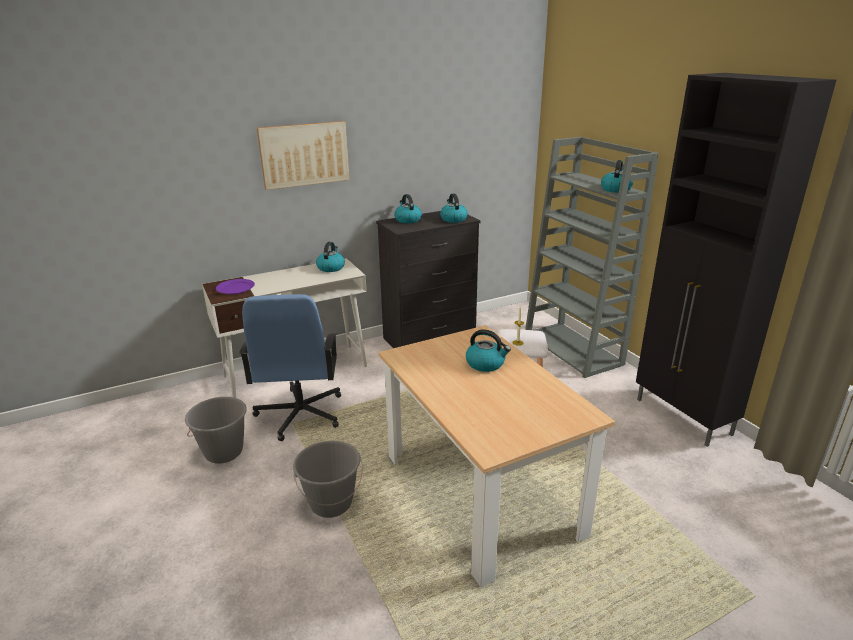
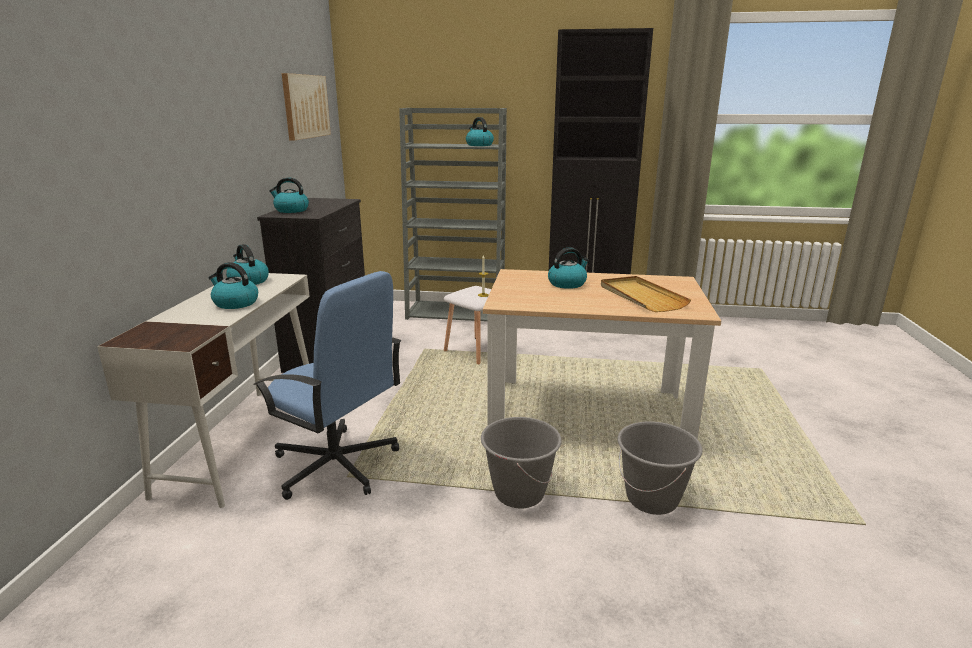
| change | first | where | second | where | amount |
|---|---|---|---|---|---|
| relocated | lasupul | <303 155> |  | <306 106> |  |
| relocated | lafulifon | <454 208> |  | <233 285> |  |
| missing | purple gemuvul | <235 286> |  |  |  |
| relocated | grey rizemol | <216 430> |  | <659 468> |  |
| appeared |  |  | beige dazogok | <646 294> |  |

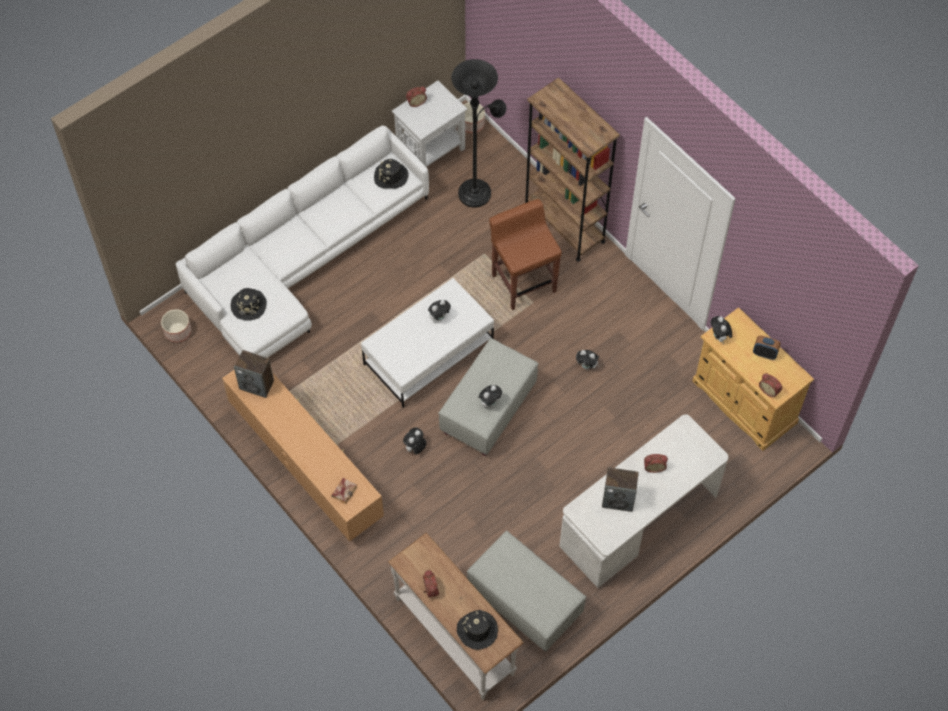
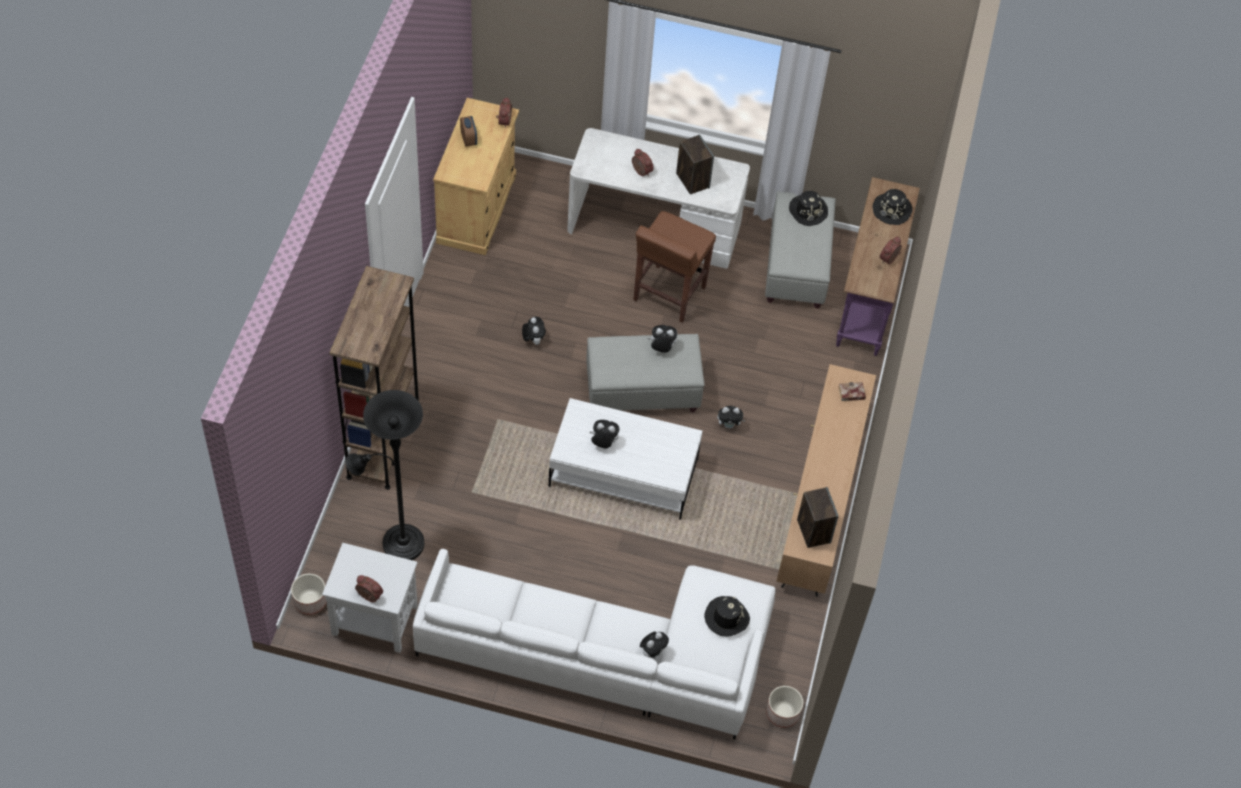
| change | first | where | second | where | amount |
|---|---|---|---|---|---|
| relocated | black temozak | <391 174> |  | <808 208> |  |
| relocated | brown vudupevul | <525 254> |  | <674 267> |  |
| relocated | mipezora | <721 330> |  | <654 645> |  |
| colour | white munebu | <456 616> | purple munebu | <878 266> |  |

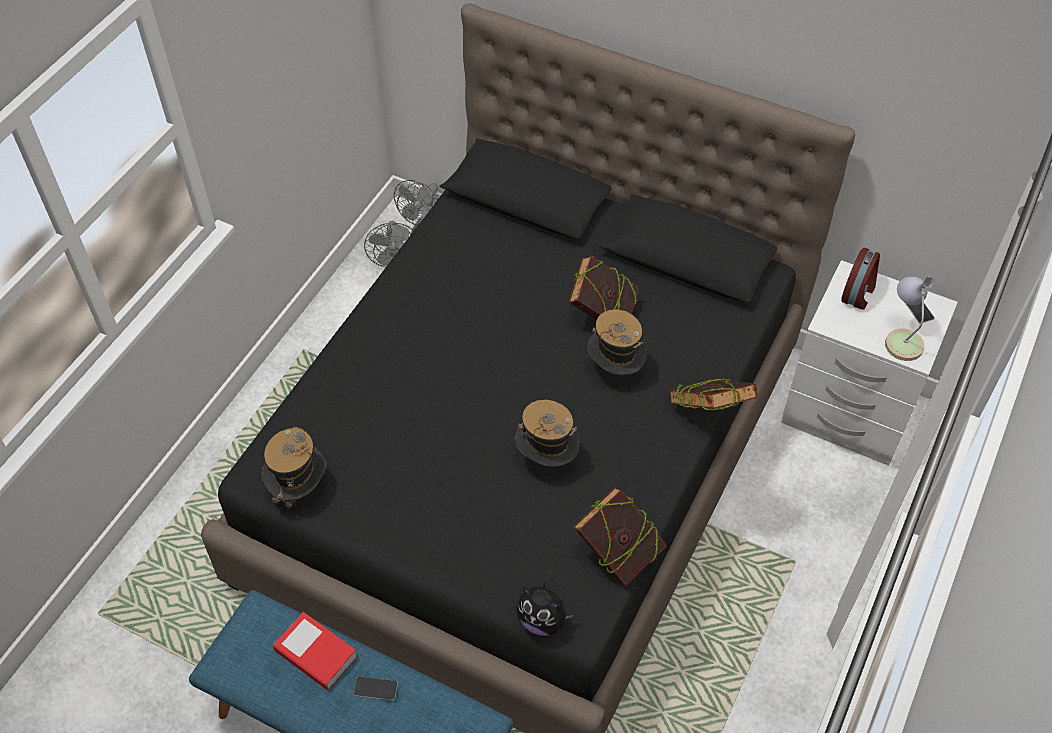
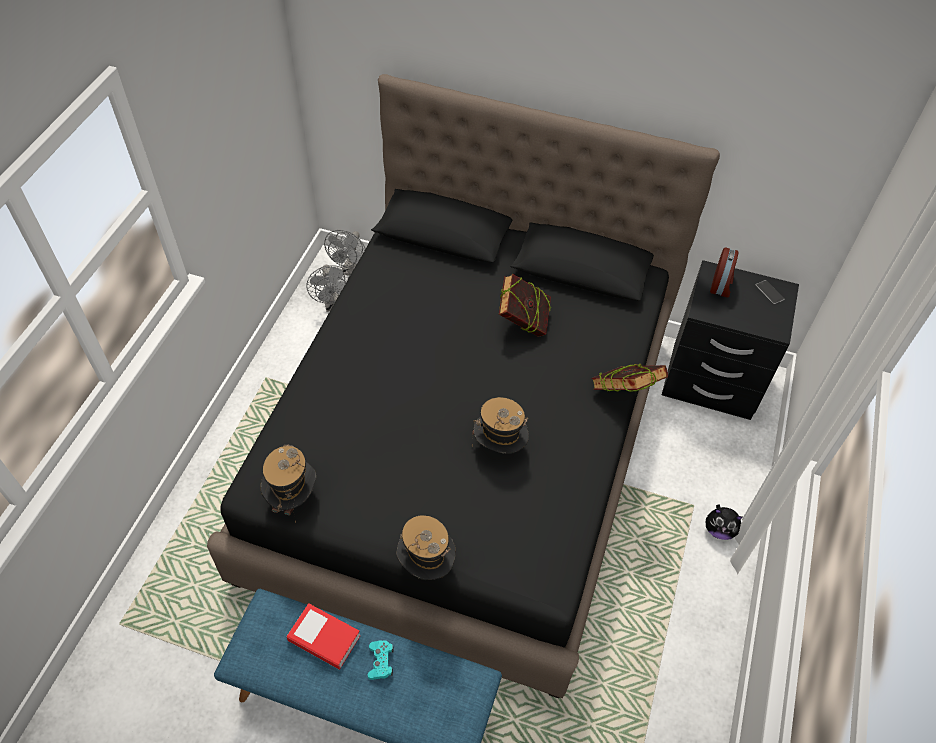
| change | first | where | second | where | amount |
|---|---|---|---|---|---|
| colour | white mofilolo | <869 363> | black mofilolo | <730 340> |  |
| missing | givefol | <909 319> |  |  |  |
| relocated | temozak | <617 342> |  | <426 547> |  |
| missing | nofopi | <620 536> |  |  |  |
| relocated | mipezora | <545 609> |  | <724 522> |  |
| exchanged | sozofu | <375 688> | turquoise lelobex | <381 660> |  |

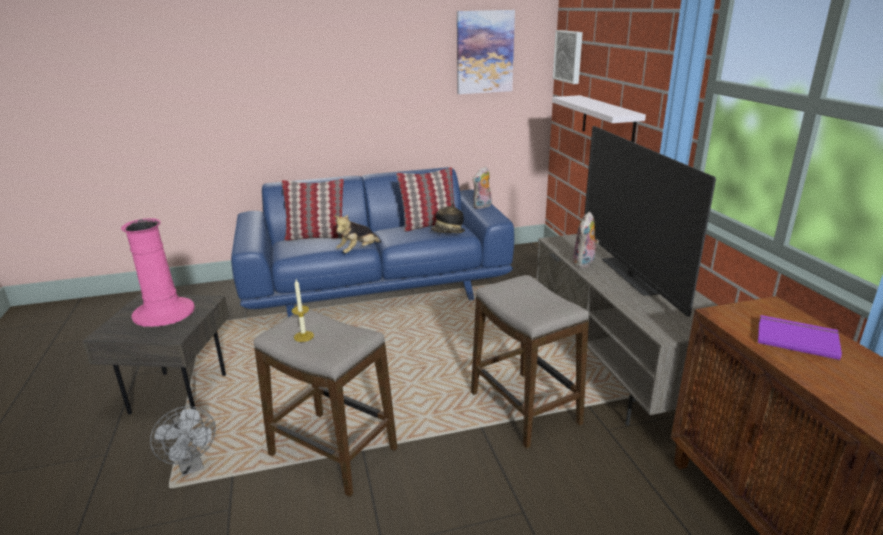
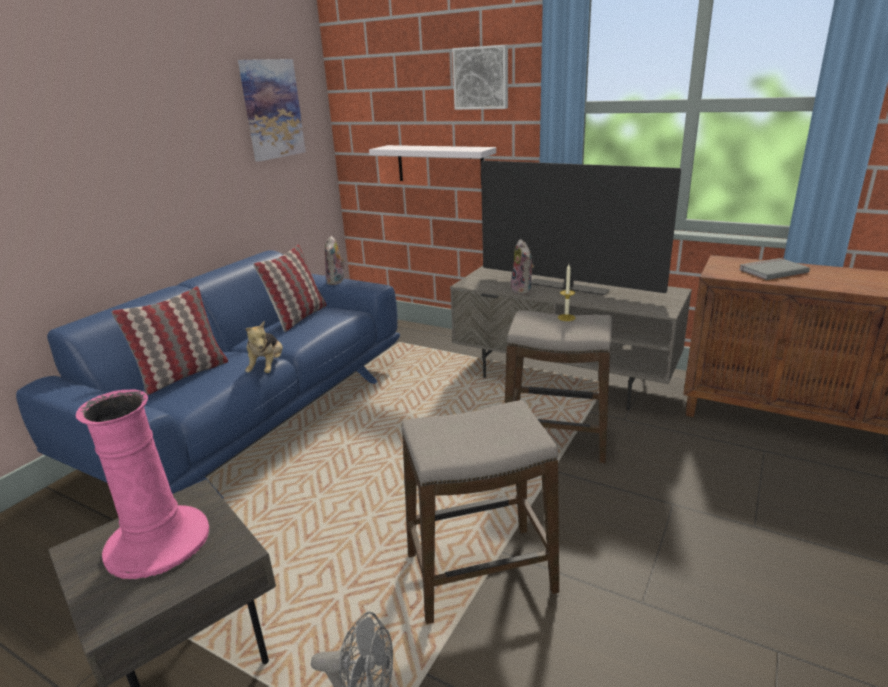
| change | first | where | second | where | amount |
|---|---|---|---|---|---|
| relocated | lasupul | <568 57> |  | <480 77> |  |
| missing | temozak | <448 218> |  |  |  |
| relocated | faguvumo | <303 310> |  | <566 292> |  |
| colour | purple nofopi | <800 337> | grey nofopi | <774 269> |  |

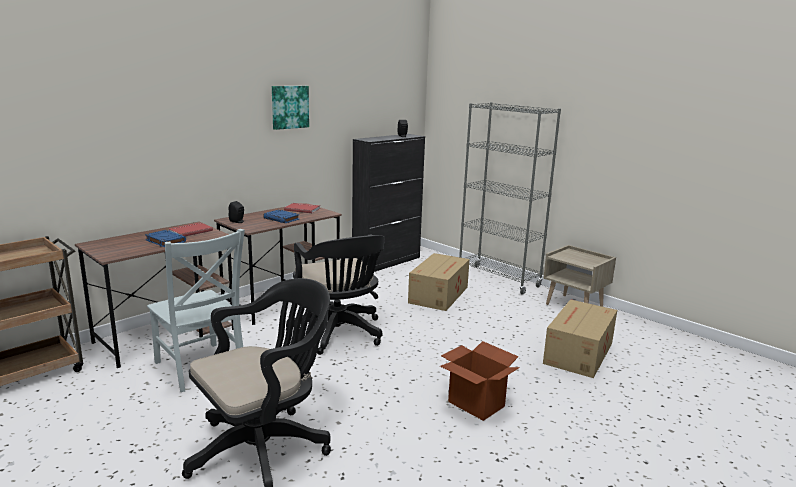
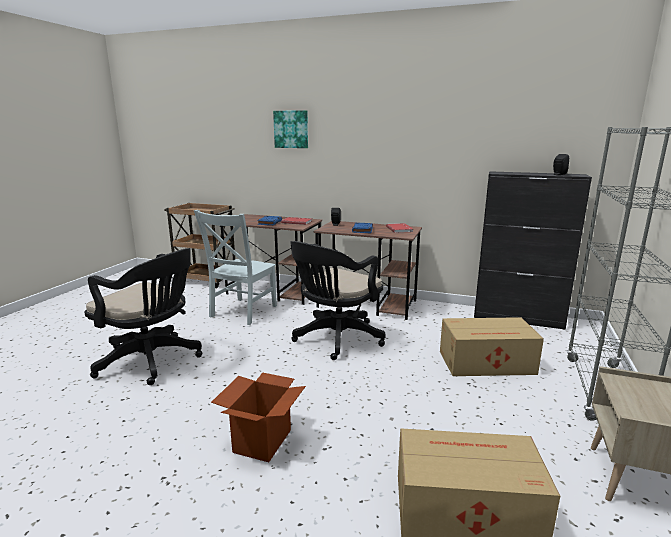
| change | first | where | second | where | amount |
|---|---|---|---|---|---|
| relocated | lasupul | <290 108> |  | <290 129> |  |

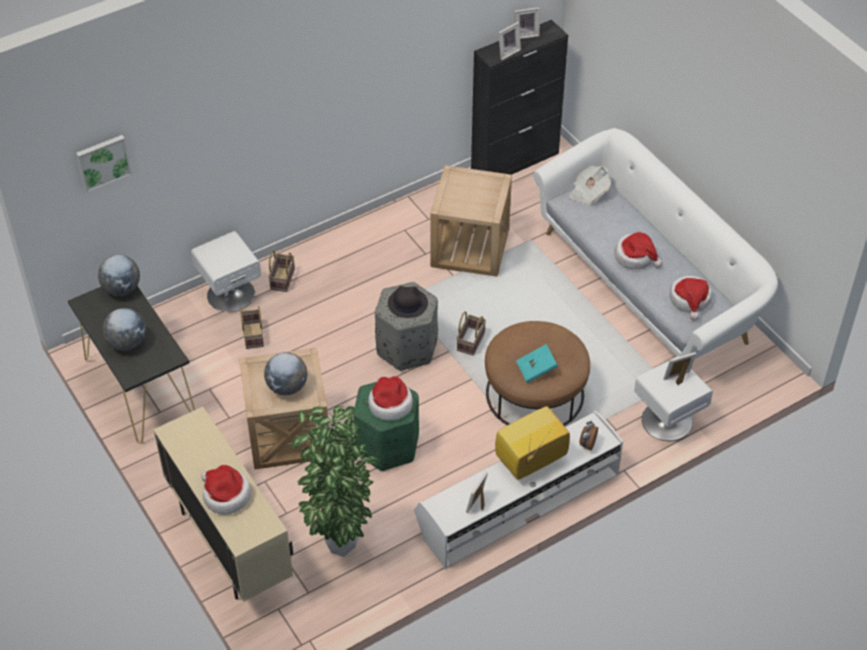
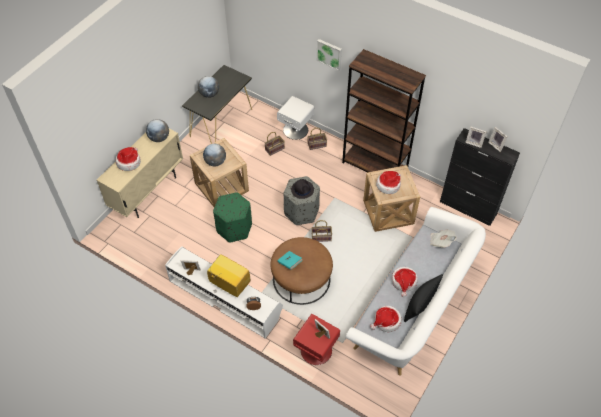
| change | first | where | second | where | amount |
|---|---|---|---|---|---|
| relocated | lasupul | <104 164> |  | <329 55> |  |
| relocated | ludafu | <119 275> |  | <157 130> |  |
| colour | white mofilolo | <673 398> | red mofilolo | <316 339> |  |
| relocated | temozak | <390 398> |  | <388 182> |  |
| missing | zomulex | <335 481> |  |  |  |
| appeared |  |  | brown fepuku | <384 110> |  |
| appeared |  |  | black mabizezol | <423 298> |  |

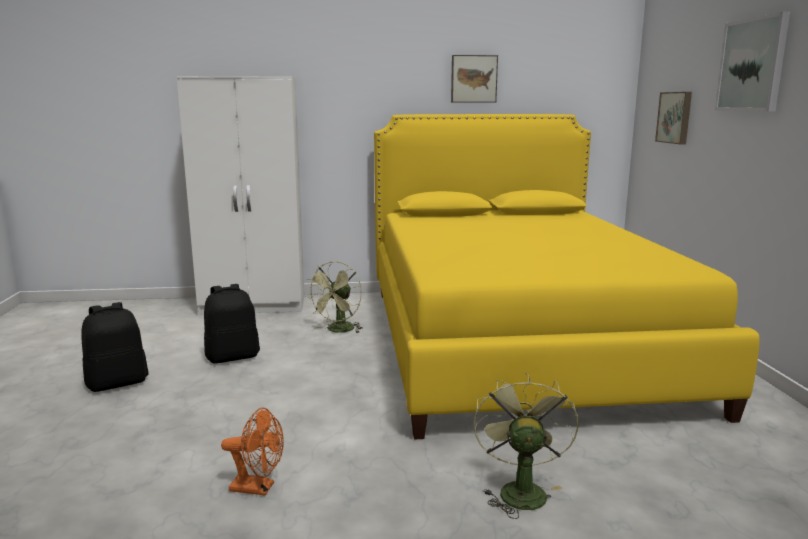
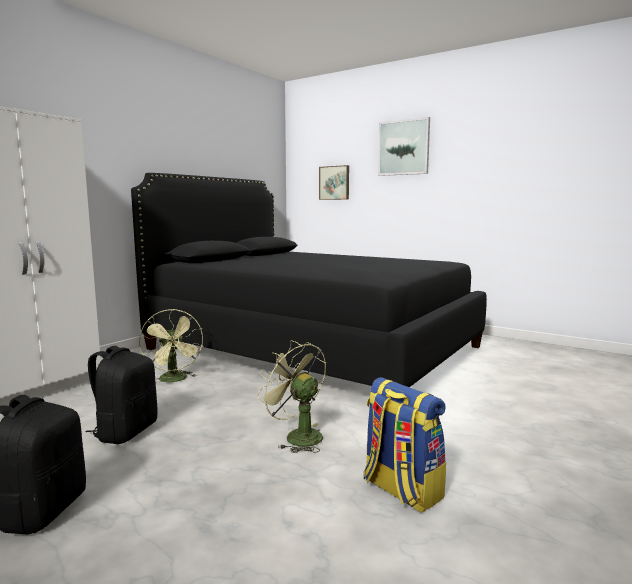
| change | first | where | second | where | amount |
|---|---|---|---|---|---|
| missing | lasupul | <474 78> |  |  |  |
| colour | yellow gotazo | <567 277> | black gotazo | <309 280> |  |
| relocated | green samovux | <526 446> |  | <291 397> |  |
| exchanged | orange samovux | <252 451> | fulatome | <405 445> |  |

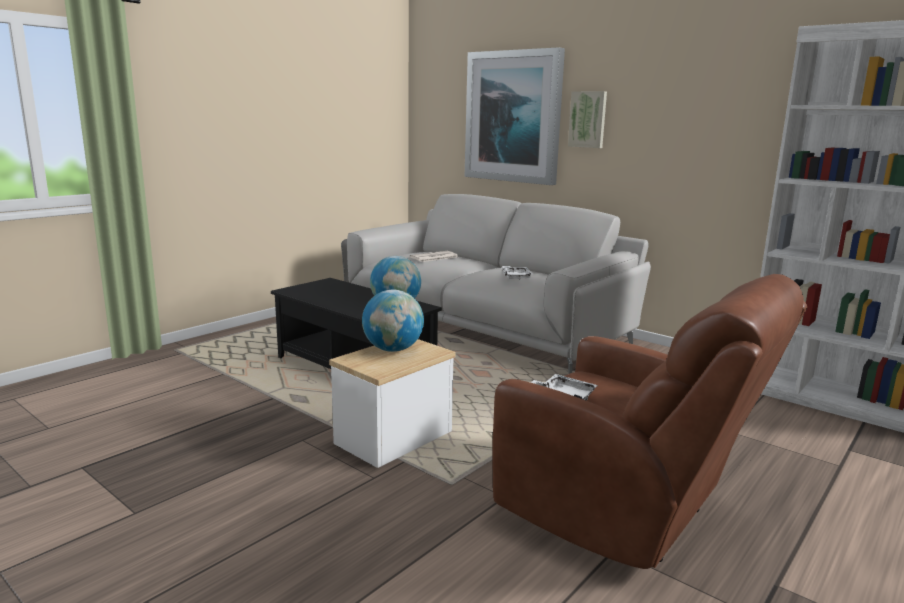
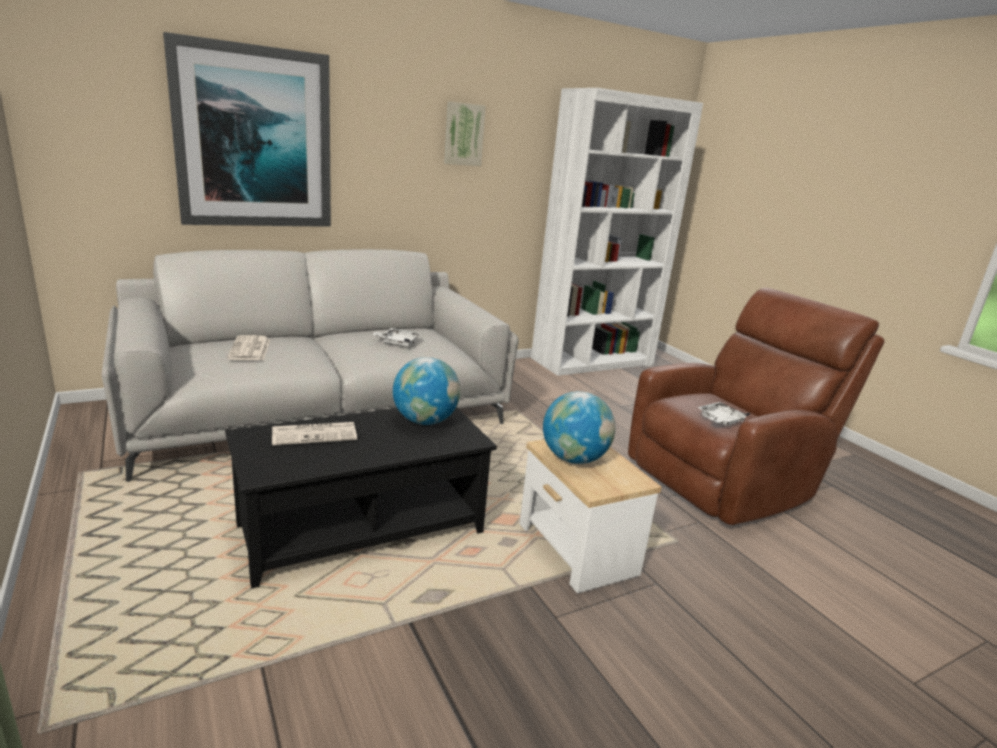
| change | first | where | second | where | amount |
|---|---|---|---|---|---|
| relocated | lasupul | <587 119> |  | <465 133> |  |
| appeared |  |  | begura | <314 434> |  |

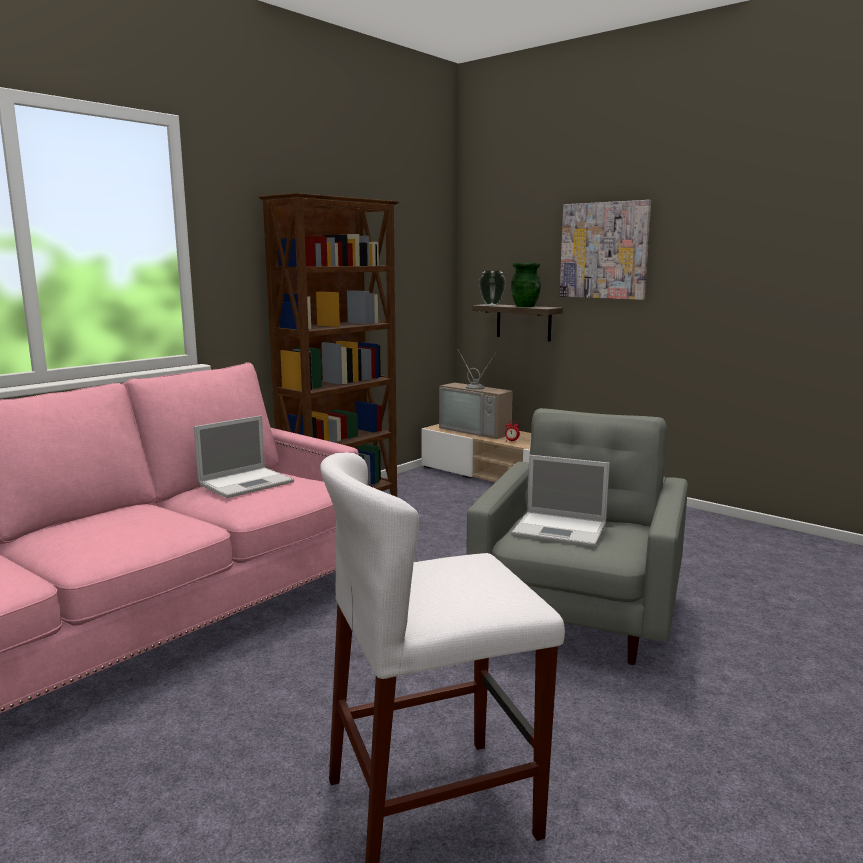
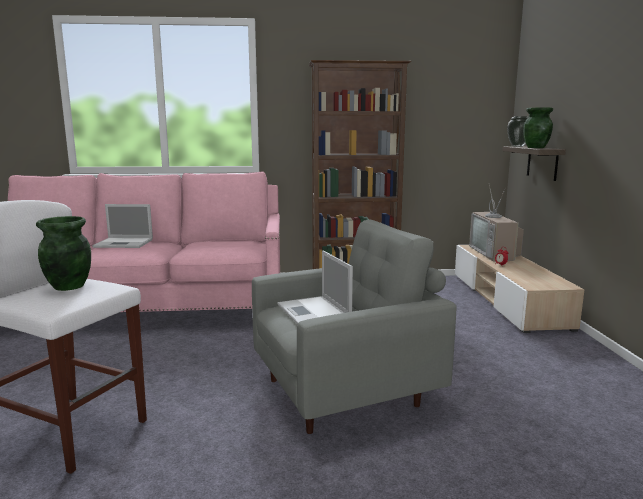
| change | first | where | second | where | amount |
|---|---|---|---|---|---|
| missing | lasupul | <605 250> |  |  |  |
| relocated | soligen | <244 456> |  | <123 226> |  |
| appeared |  |  | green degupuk | <63 253> |  |

